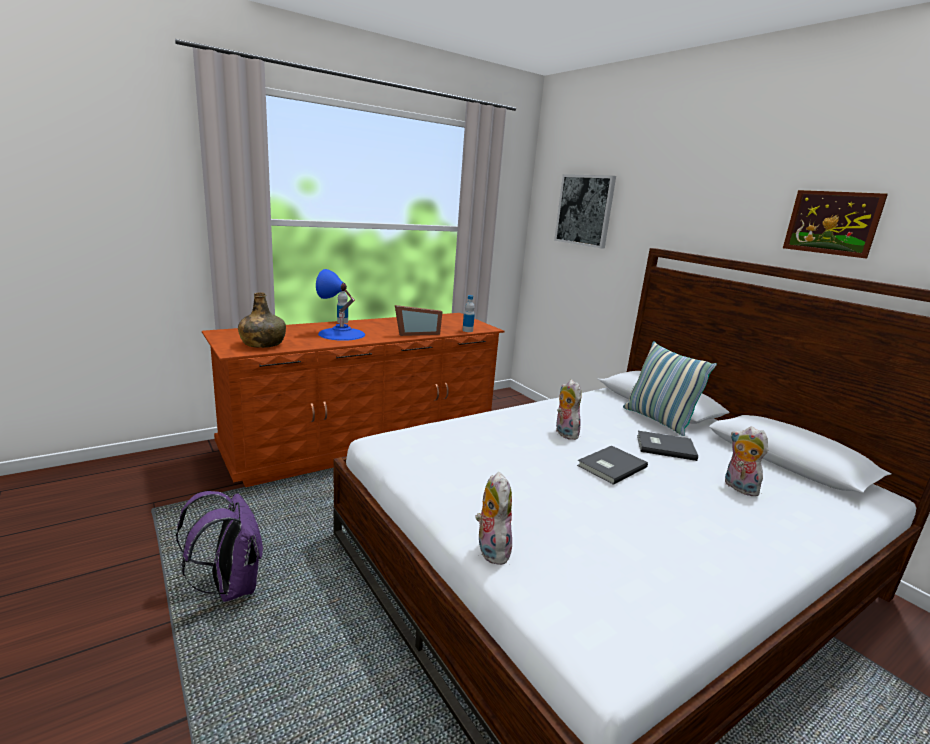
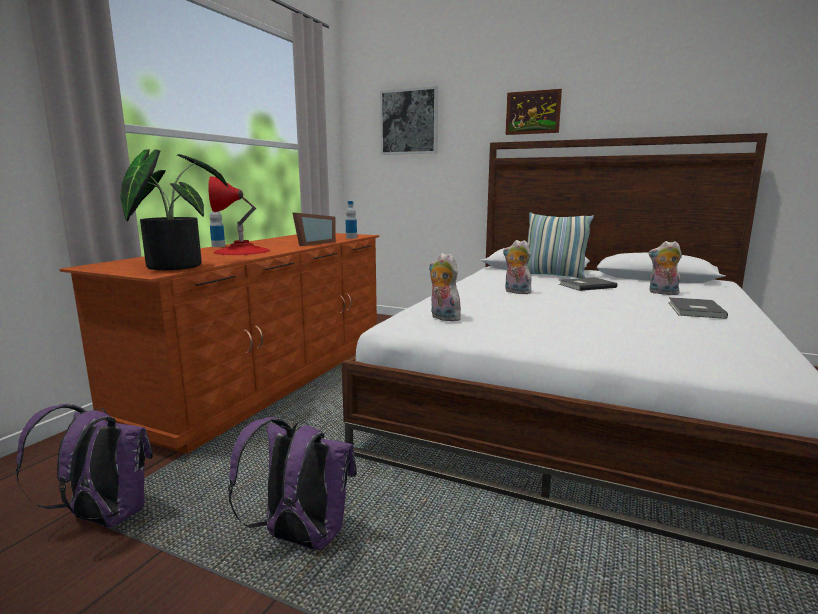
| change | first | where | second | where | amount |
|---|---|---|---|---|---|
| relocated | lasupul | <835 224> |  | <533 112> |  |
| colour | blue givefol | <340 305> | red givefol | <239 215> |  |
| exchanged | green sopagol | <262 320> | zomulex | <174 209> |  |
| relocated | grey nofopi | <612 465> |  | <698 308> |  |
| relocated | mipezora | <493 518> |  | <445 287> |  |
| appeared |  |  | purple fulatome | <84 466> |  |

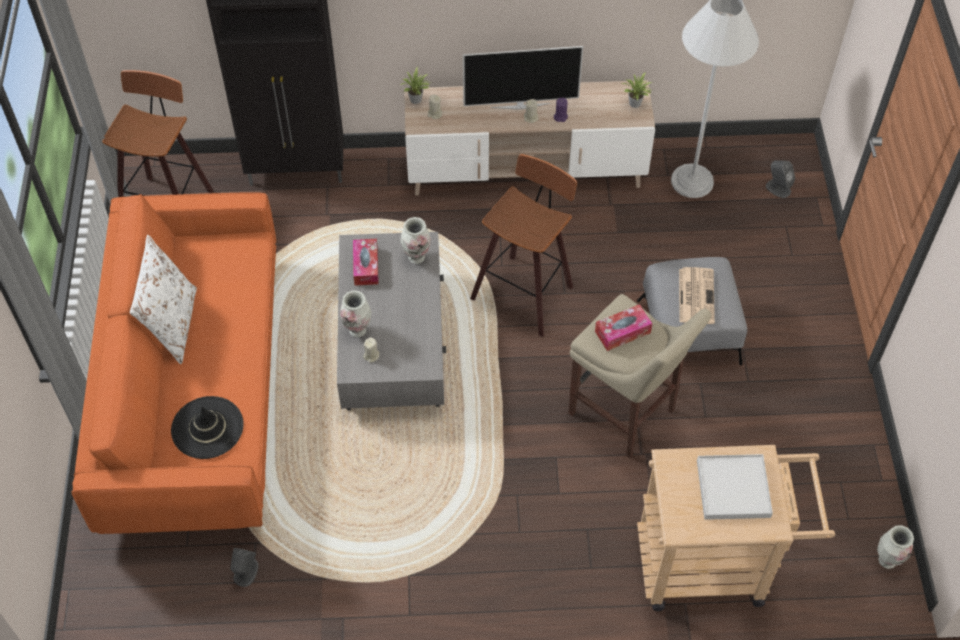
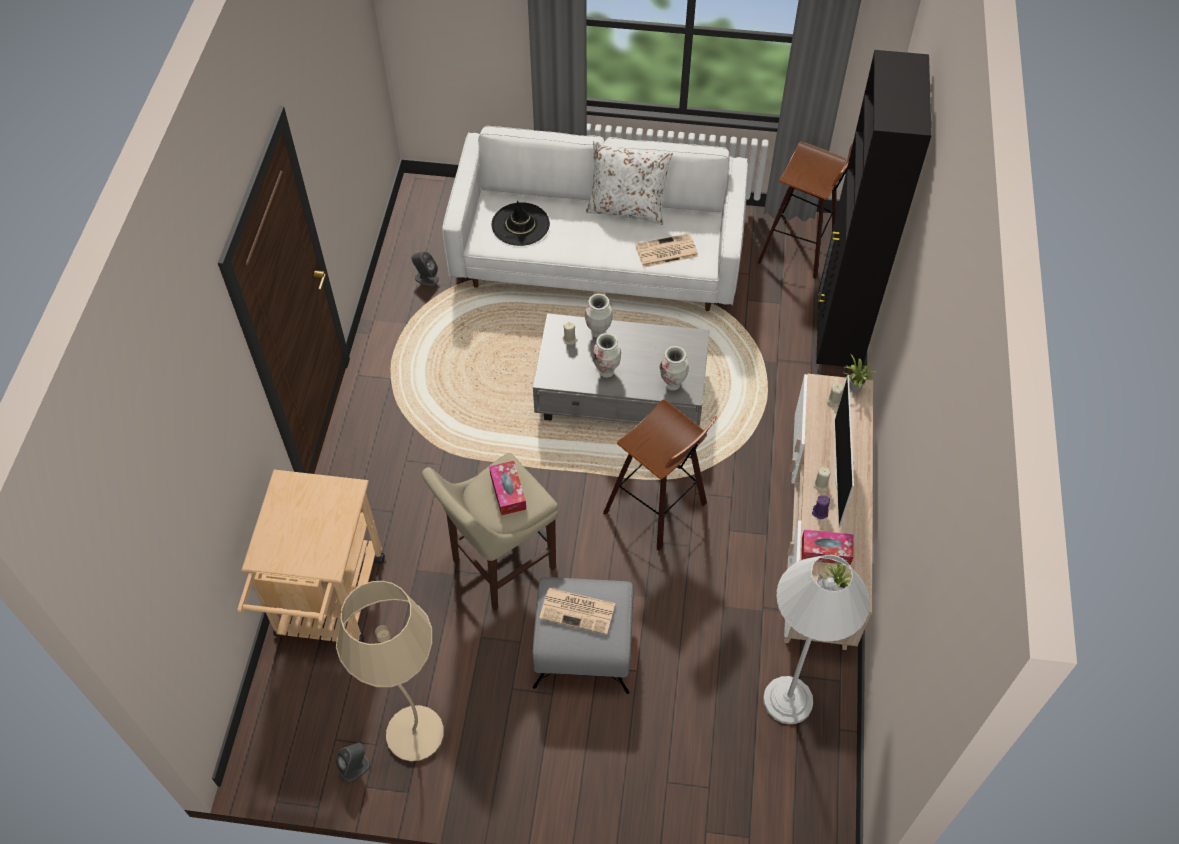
| change | first | where | second | where | amount |
|---|---|---|---|---|---|
| relocated | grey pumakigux | <780 179> |  | <352 762> |  |
| colour | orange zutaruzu | <173 363> | white zutaruzu | <595 218> |  |
| relocated | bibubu | <366 262> |  | <827 547> |  |
| missing | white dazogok | <735 487> |  |  |  |
| relocated | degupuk | <895 547> |  | <606 355> |  |
| appeared |  |  | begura | <666 250> |  |
| appeared |  |  | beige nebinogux | <390 671> |  |

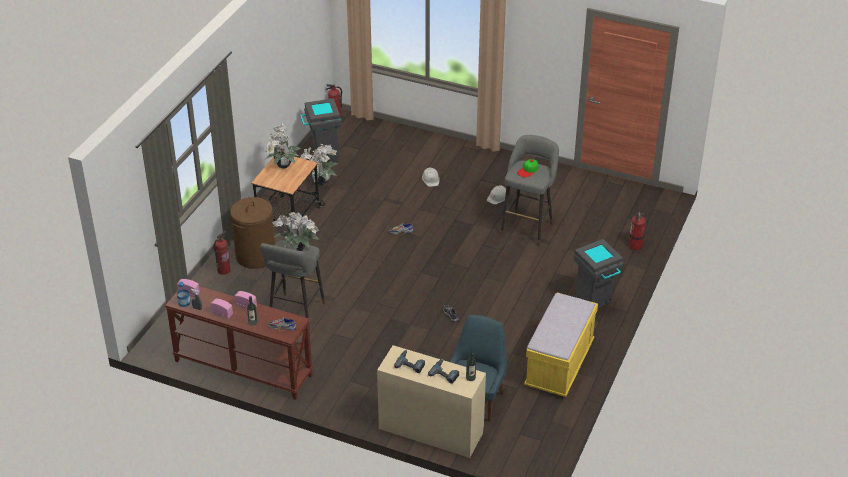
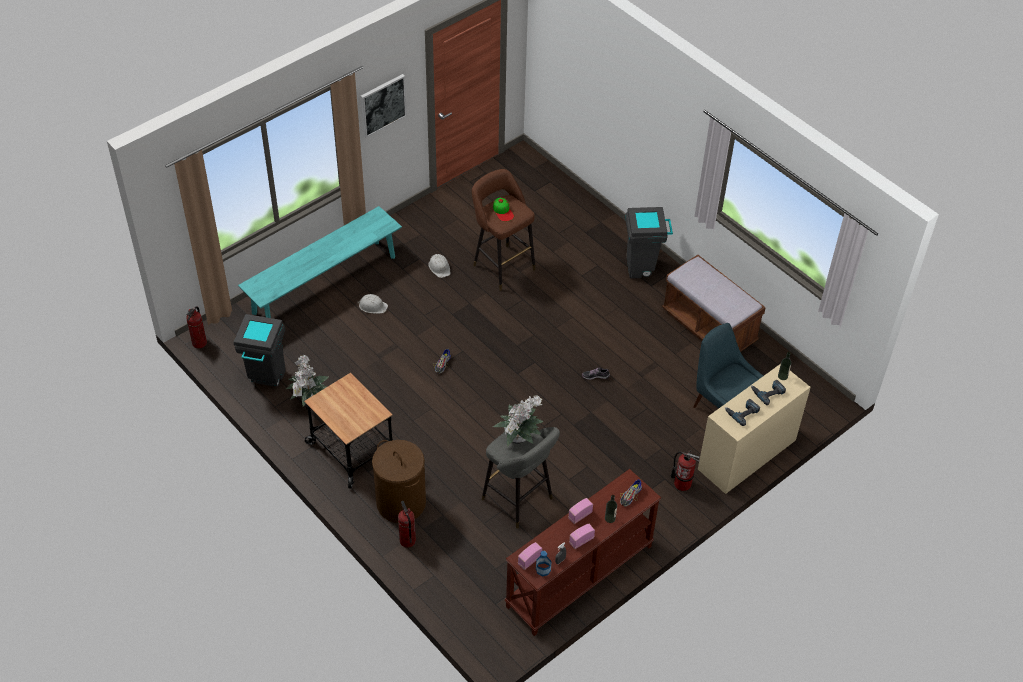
| change | first | where | second | where | amount |
|---|---|---|---|---|---|
| missing | zomulex | <283 146> |  |  |  |
| colour | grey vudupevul | <529 190> | brown vudupevul | <504 230> |  |
| relocated | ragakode | <637 230> |  | <685 471> |  |
| colour | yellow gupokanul | <561 345> | brown gupokanul | <714 303> |  |
| appeared |  |  | lasupul | <383 106> |  |
| appeared |  |  | turquoise gupokanul | <320 262> |  |

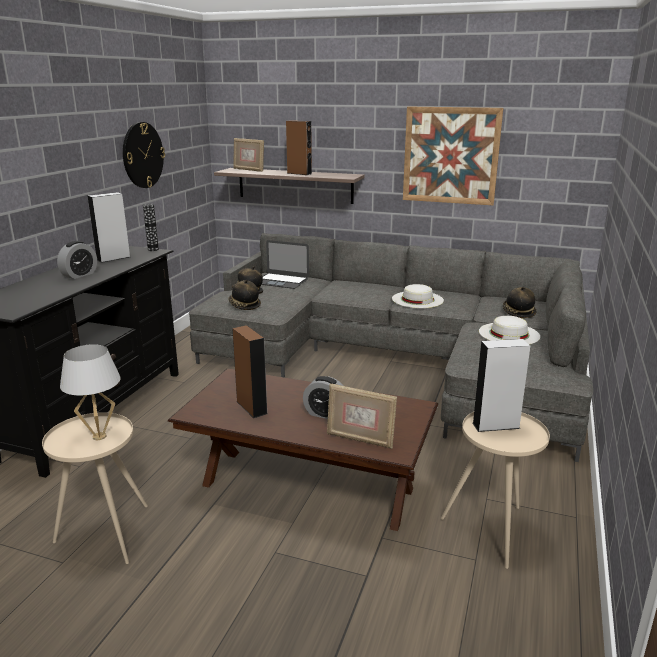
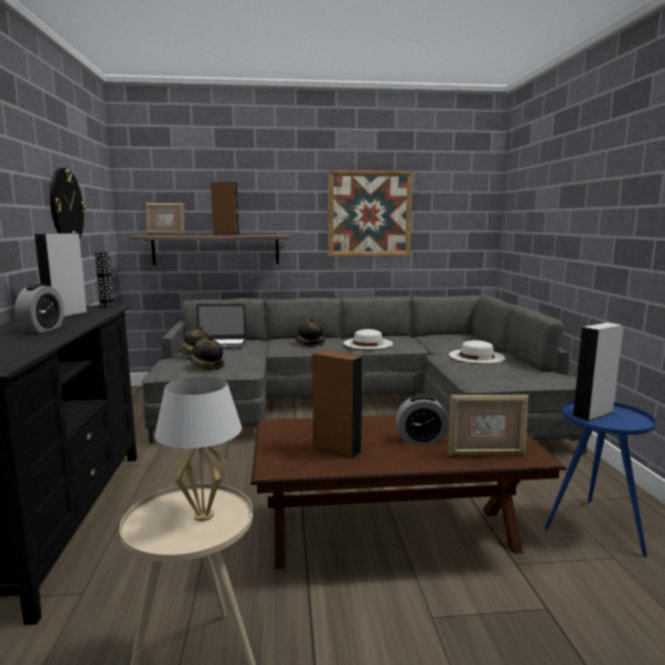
| change | first | where | second | where | amount |
|---|---|---|---|---|---|
| relocated | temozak | <520 302> |  | <310 332> |  |
| colour | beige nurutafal | <495 490> | blue nurutafal | <600 479> |  |

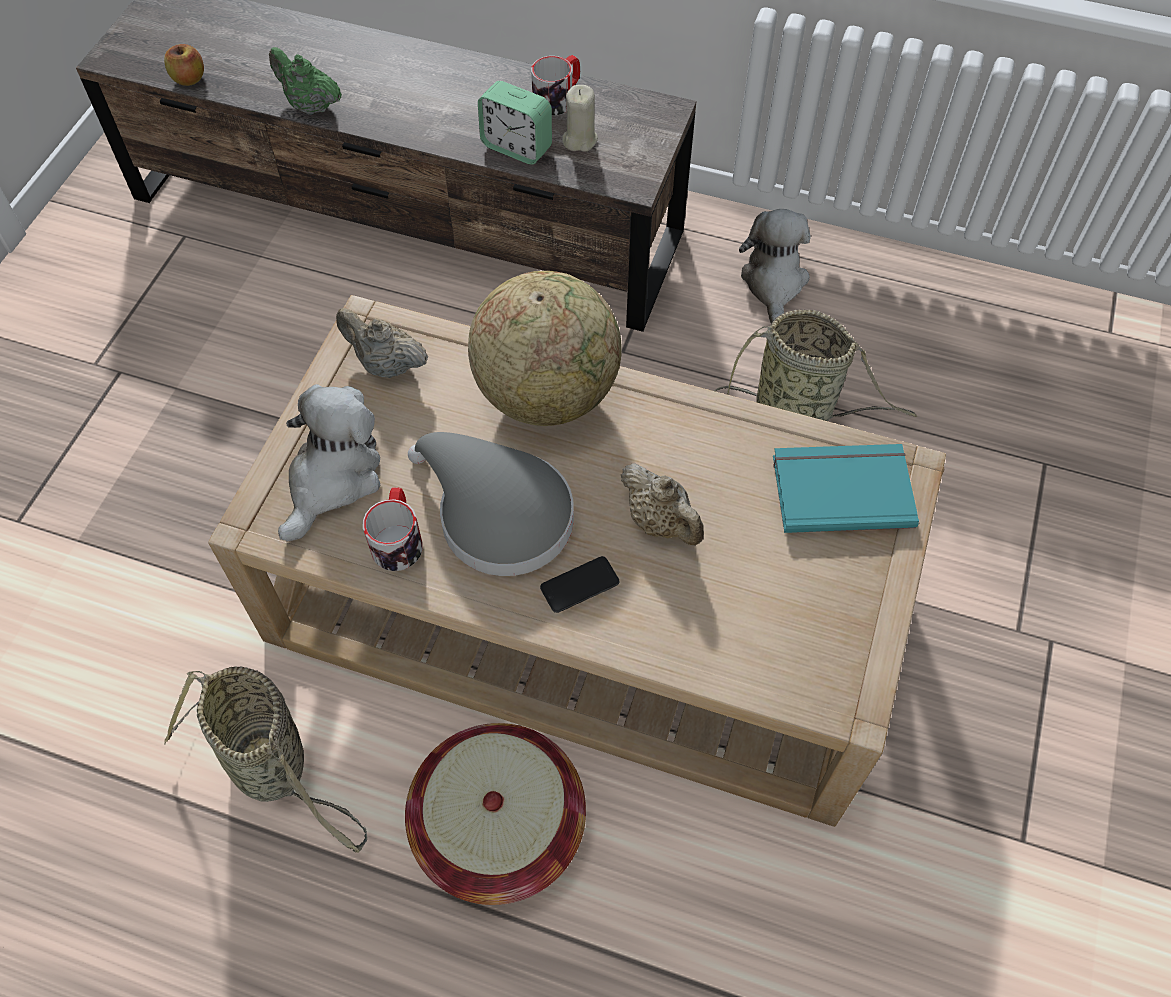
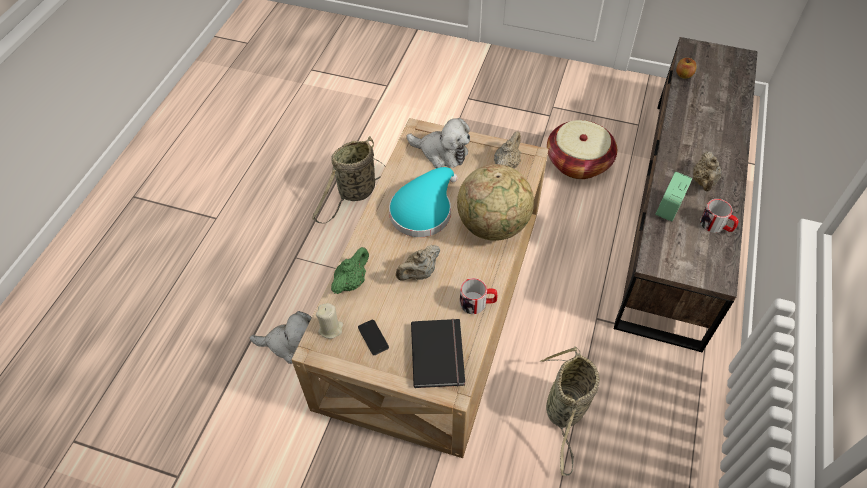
| change | first | where | second | where | amount |
|---|---|---|---|---|---|
| relocated | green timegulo | <305 81> |  | <350 270> |  |
| relocated | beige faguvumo | <580 118> |  | <329 321> |  |
| relocated | mipezora | <775 266> |  | <281 337> |  |
| colour | grey temozak | <491 504> | turquoise temozak | <423 202> |  |
| colour | turquoise nofopi | <846 488> | black nofopi | <438 353> |  |
| relocated | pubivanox | <393 529> |  | <478 296> |  |
| relocated | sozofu | <580 584> |  | <373 337> |  |
| relocated | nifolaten | <495 814> |  | <582 149> |  |
| appeared |  |  | beige timegulo | <707 171> |  |

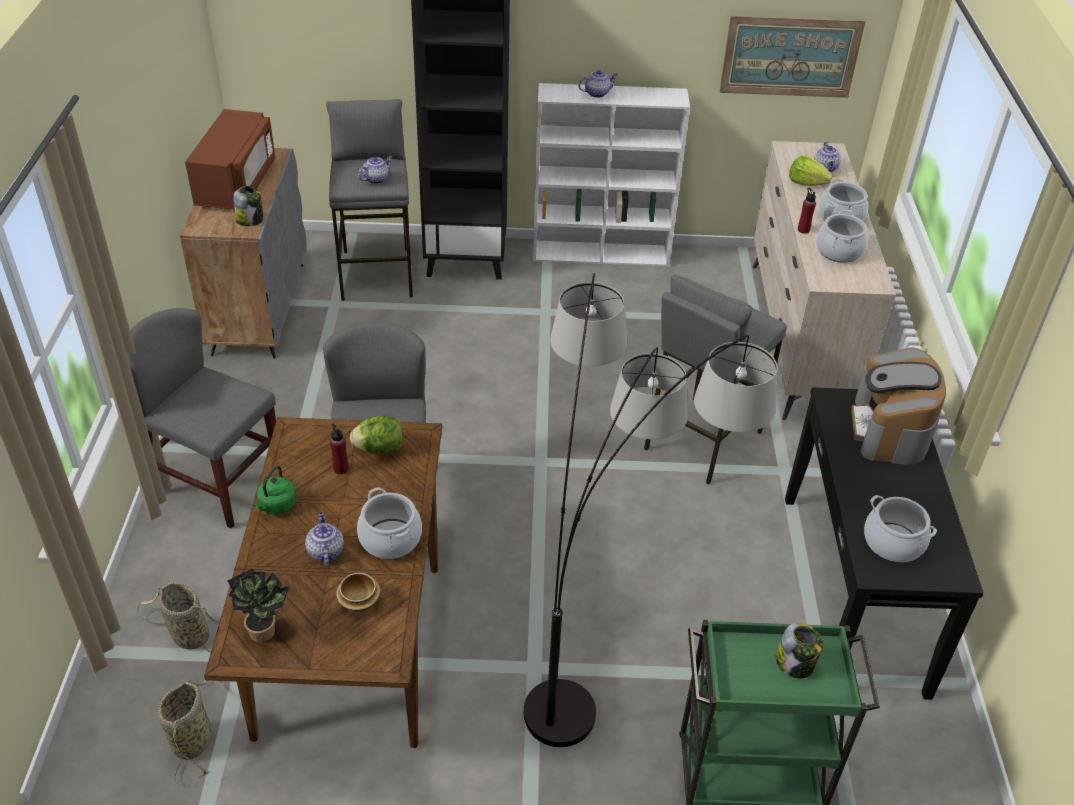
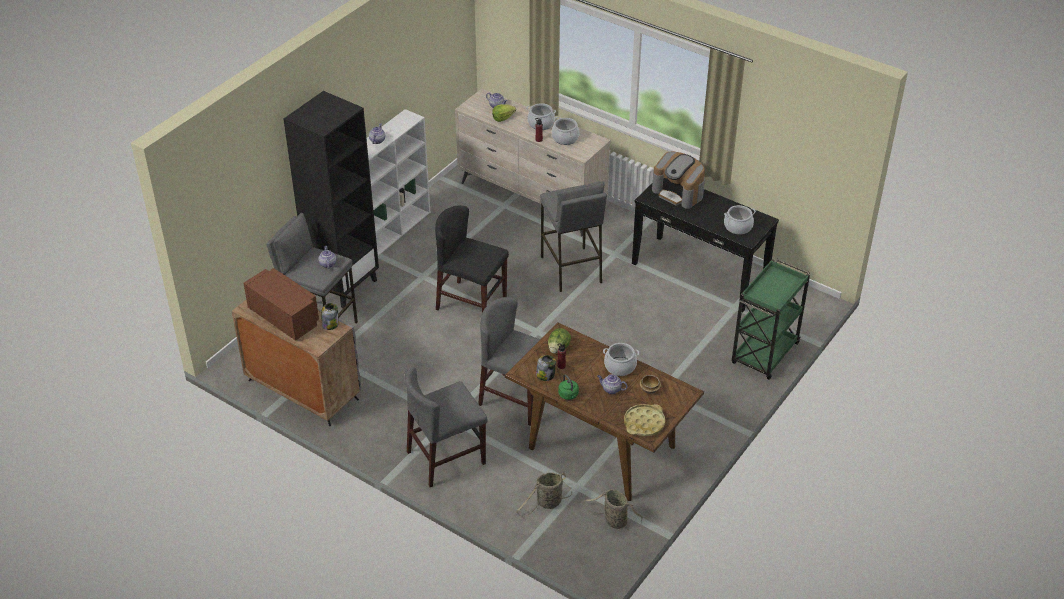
| change | first | where | second | where | amount |
|---|---|---|---|---|---|
| missing | lasupul | <792 56> |  |  |  |
| missing | nebinogux | <650 510> |  |  |  |
| exchanged | zomulex | <258 605> | yellow dazogok | <644 420> |  |
| relocated | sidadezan | <799 651> |  | <546 368> |  |
| appeared |  |  | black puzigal | <472 259> |  |

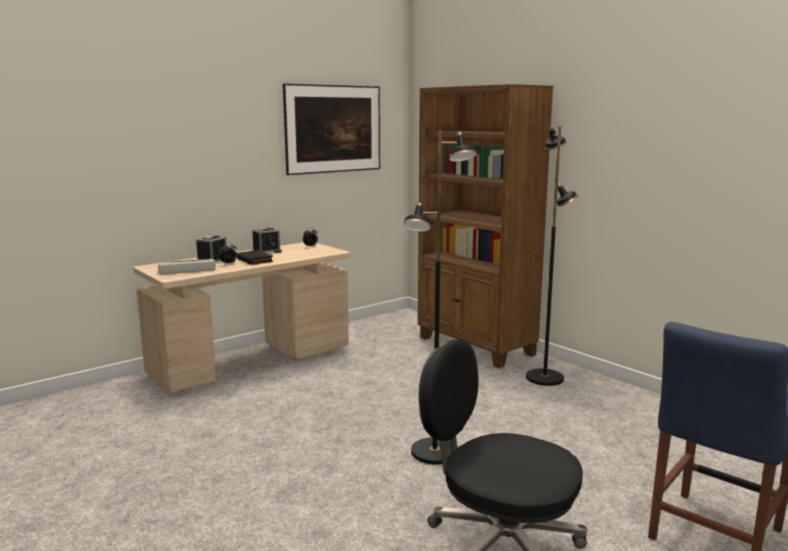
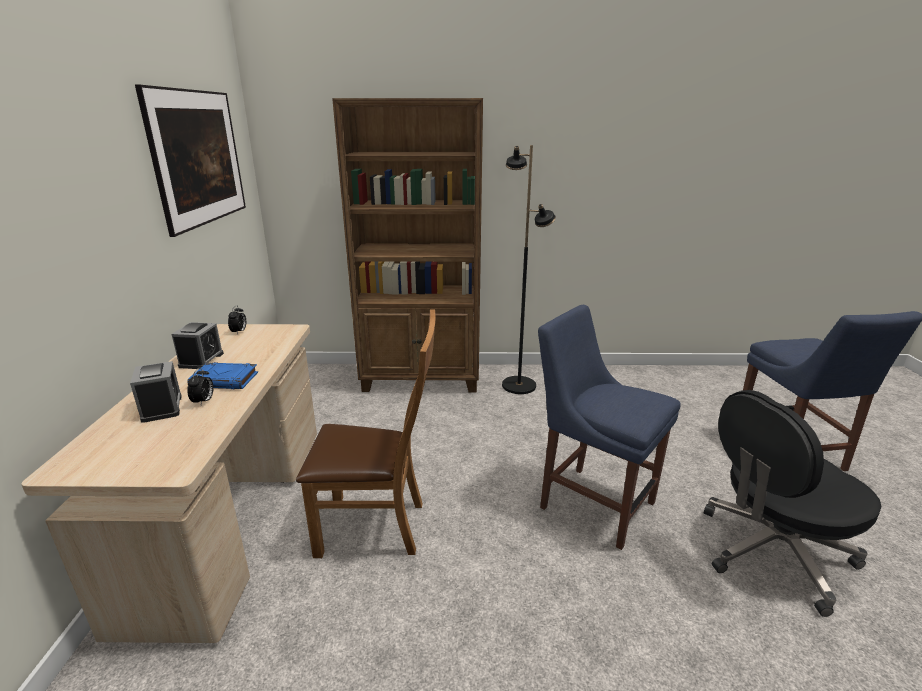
| change | first | where | second | where | amount |
|---|---|---|---|---|---|
| exchanged | black nebinogux | <440 297> | blue puzigal | <609 427> |  |
| colour | black nofopi | <255 257> | blue nofopi | <222 375> |  |
| missing | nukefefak | <187 266> |  |  |  |
| appeared |  |  | brown puzigal | <365 433> |  |

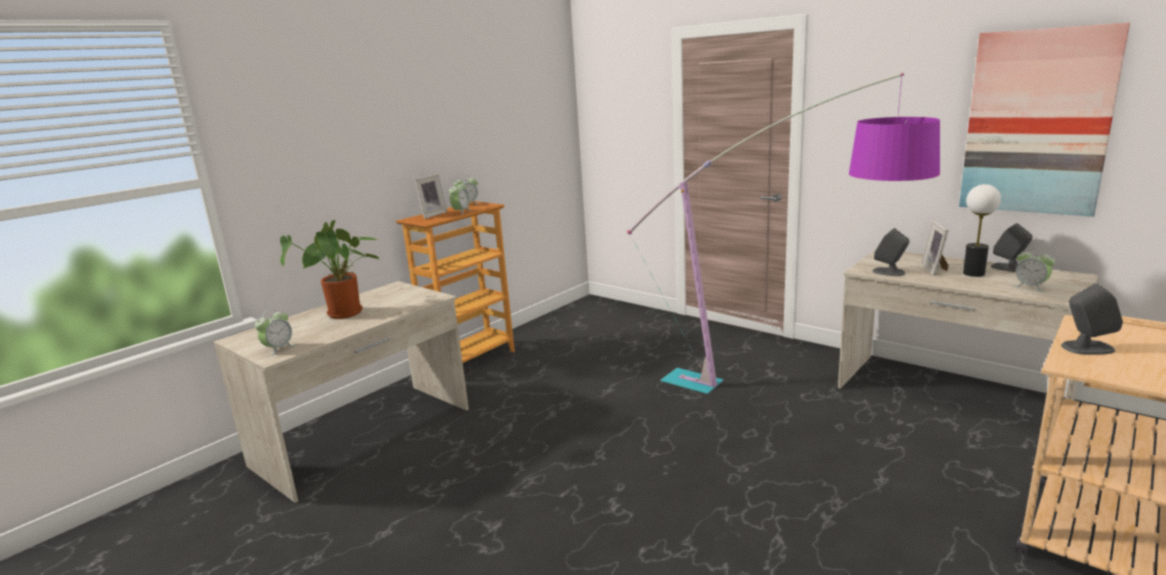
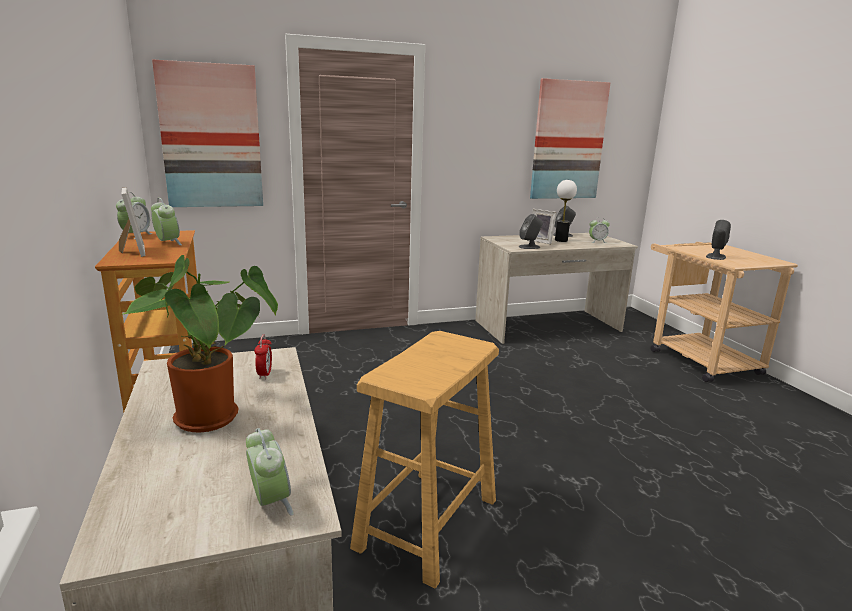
| change | first | where | second | where | amount |
|---|---|---|---|---|---|
| missing | nebinogux | <783 233> |  |  |  |
| appeared |  |  | lasupul | <207 133> |  |
| appeared |  |  | beige vudupevul | <424 459> |  |
| appeared |  |  | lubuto | <263 357> |  |

